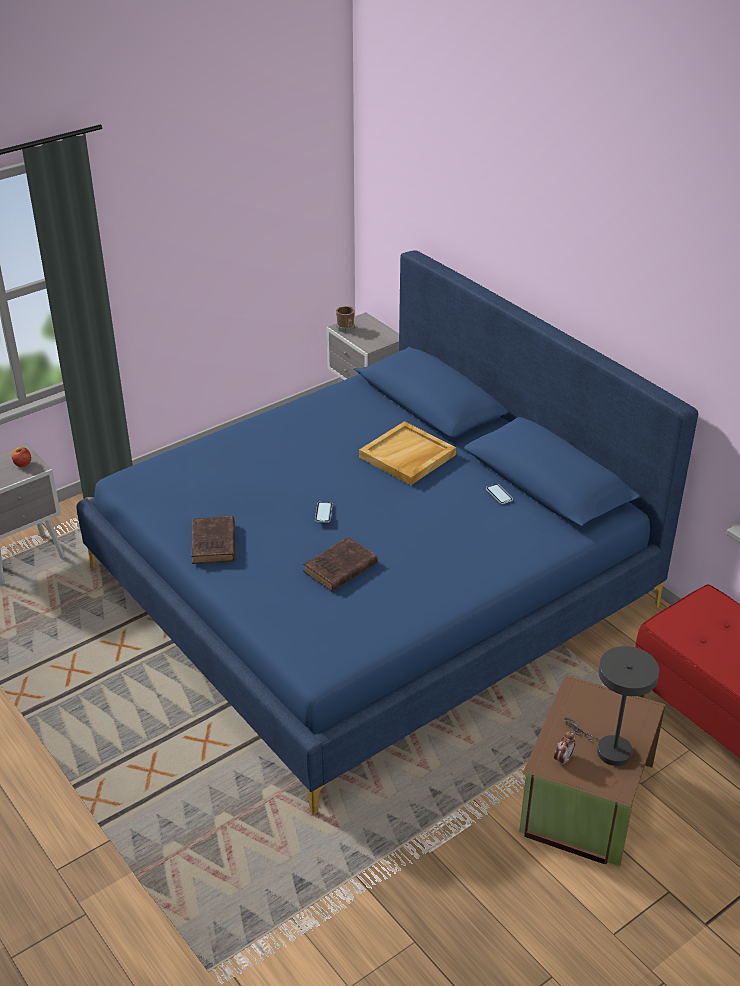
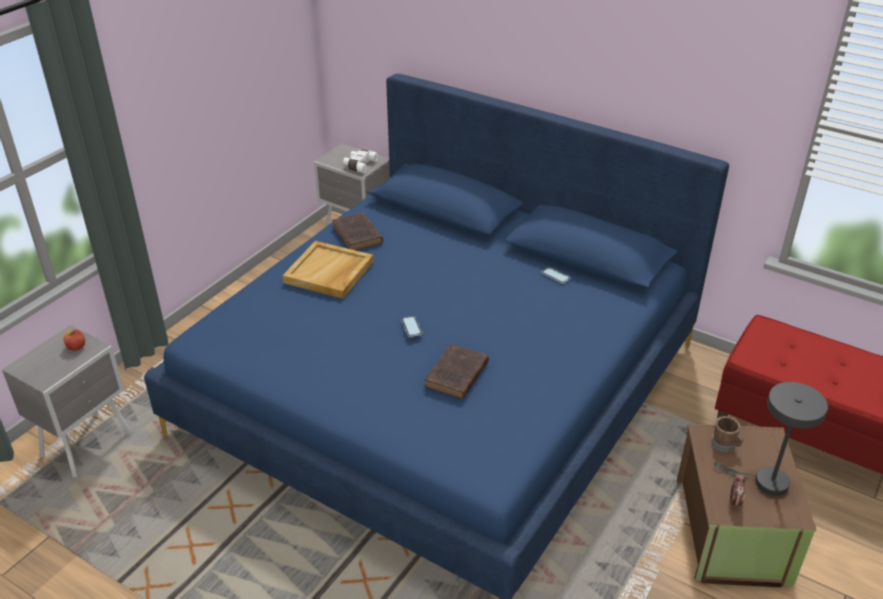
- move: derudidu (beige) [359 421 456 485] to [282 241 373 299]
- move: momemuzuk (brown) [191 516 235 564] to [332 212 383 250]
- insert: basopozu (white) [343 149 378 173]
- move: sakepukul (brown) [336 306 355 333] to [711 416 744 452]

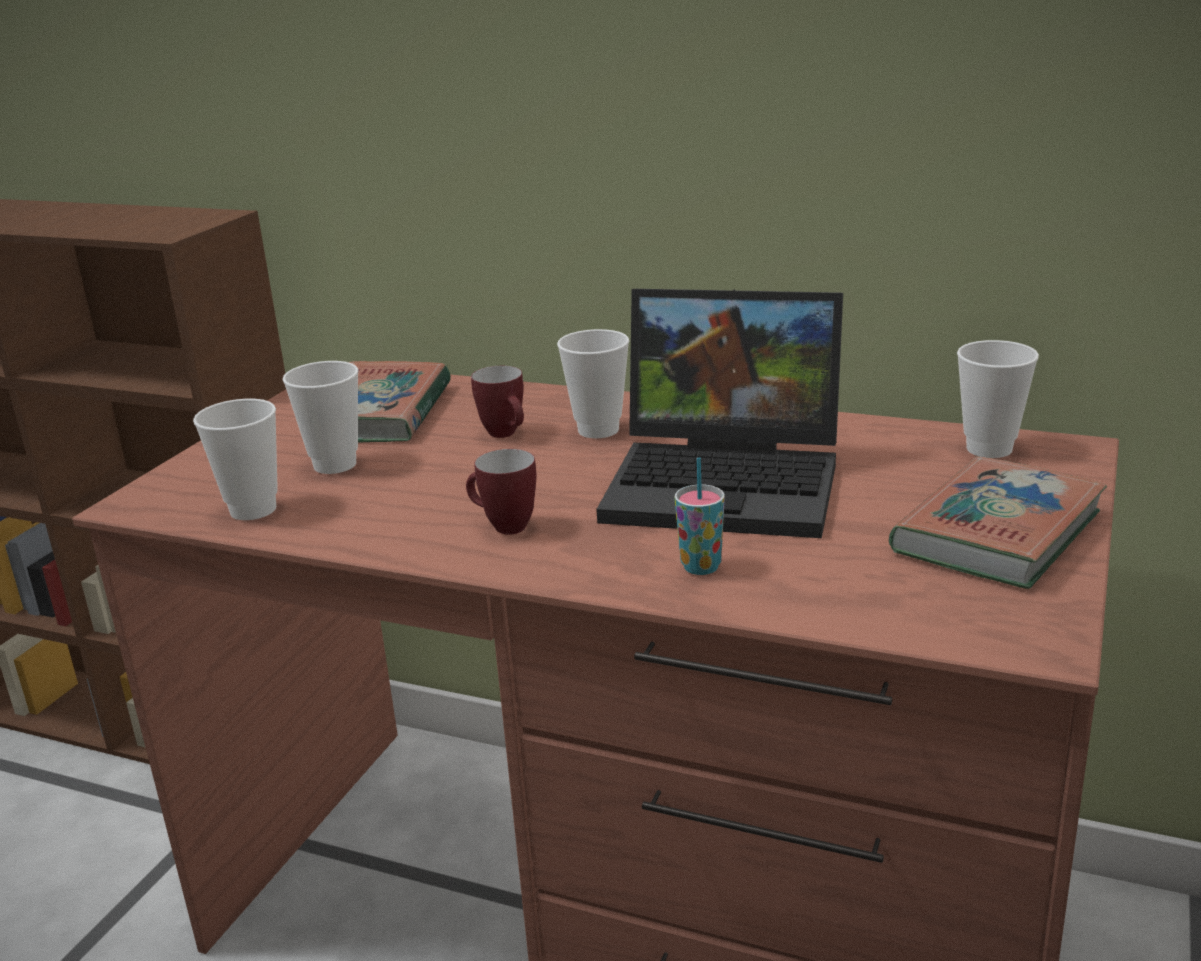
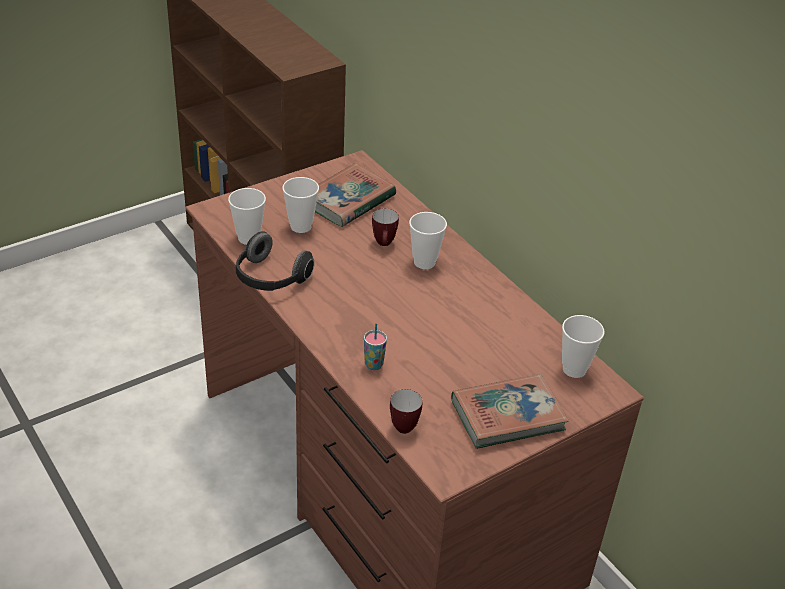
- insert: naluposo [236 231 315 291]
- move: sakepukul [466 449 536 535] to [390 389 423 434]
- delete: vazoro [596 289 843 538]

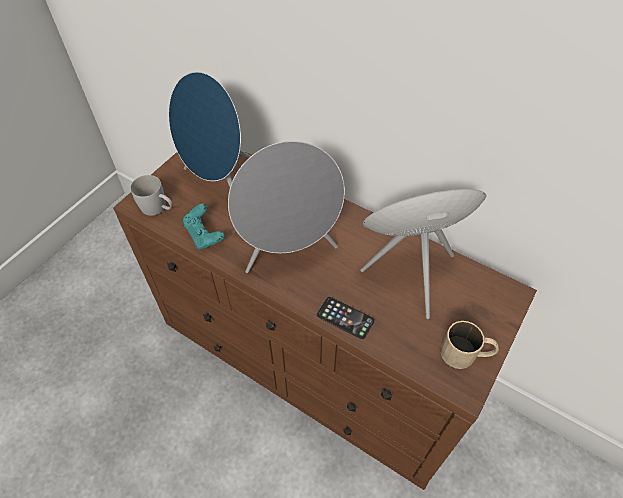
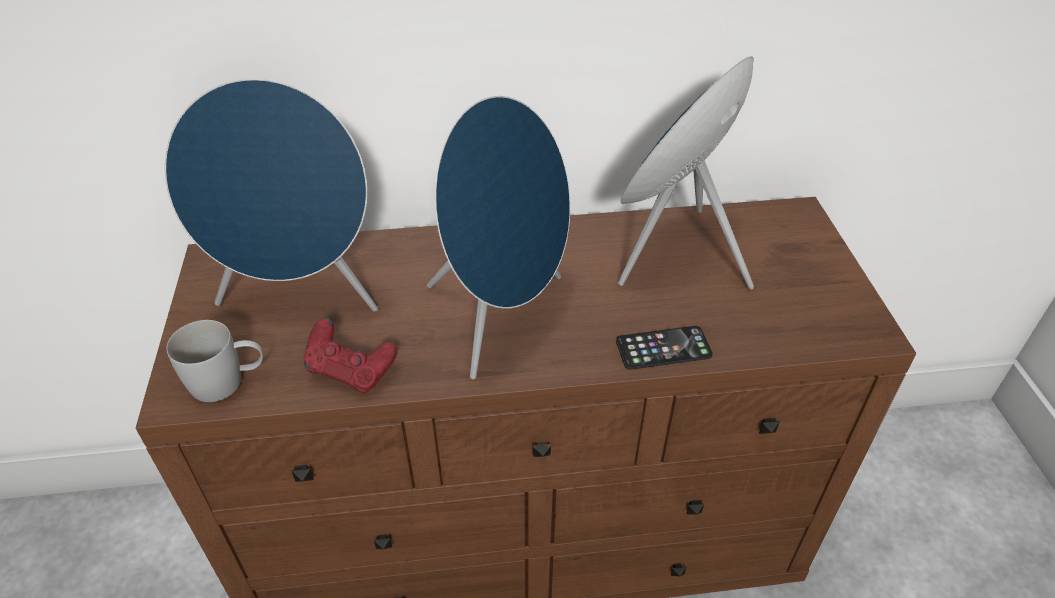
- recolor: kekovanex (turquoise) [183 203 225 249] to kekovanex (red) [304 318 398 392]
- recolor: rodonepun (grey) [228 141 345 273] to rodonepun (blue) [427 96 570 379]
- delete: sakepukul (beige) [440 321 499 369]

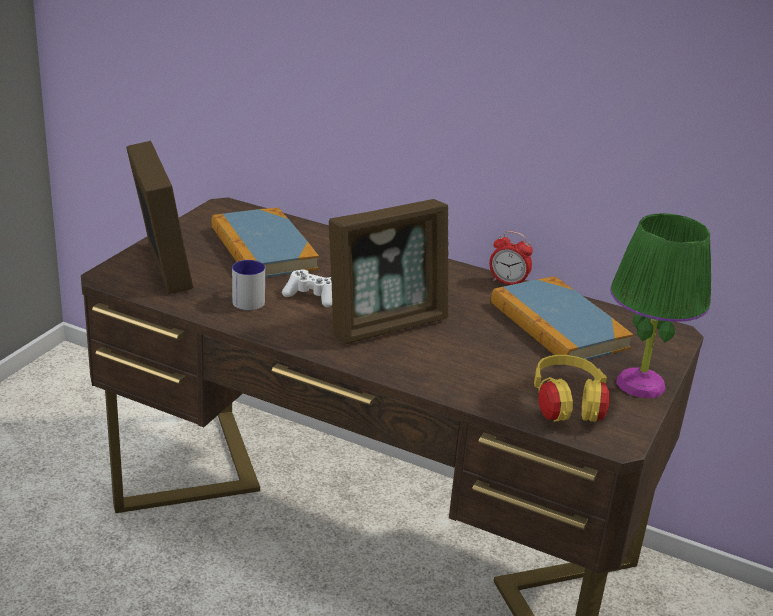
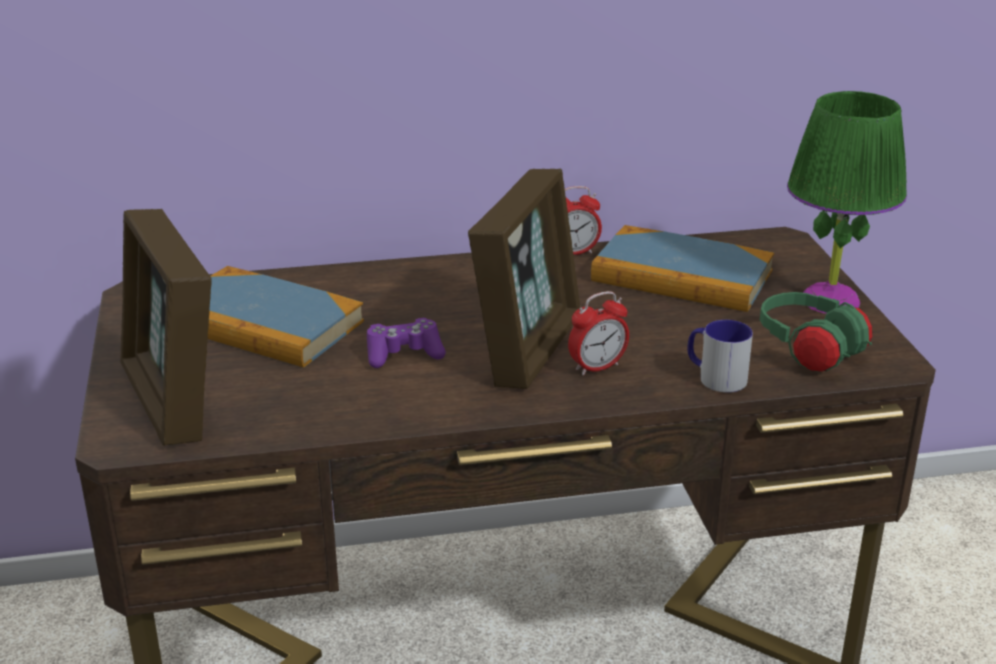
- rotate: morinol [126 141 194 294] = [120 209 212 446] 150 degrees counterclockwise
- recolor: kekovanex (white) [282 269 332 307] to kekovanex (purple) [367 318 446 368]
- insert: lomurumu [568 291 629 375]
- move: sakepukul [232 260 265 310] to [687 320 753 393]
- recolor: naluposo (yellow) [534 355 610 422] to naluposo (green) [760 292 872 372]

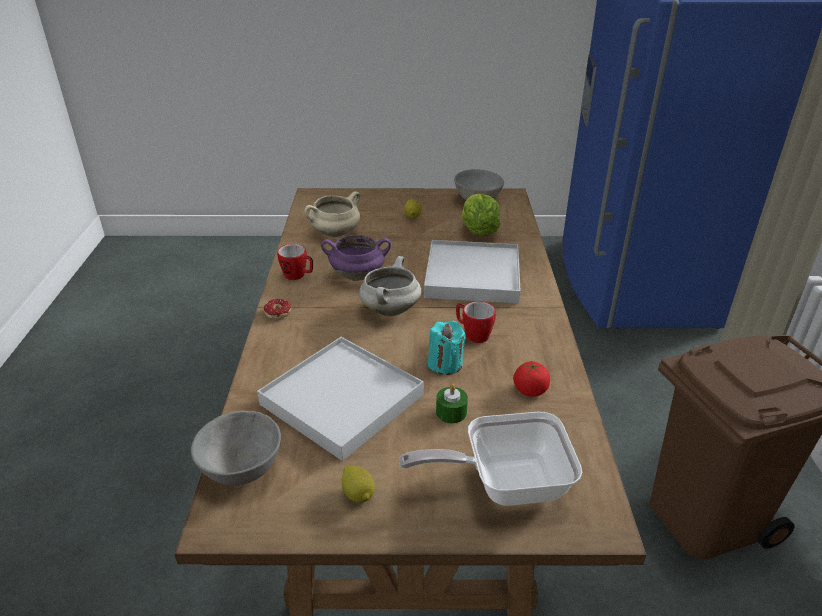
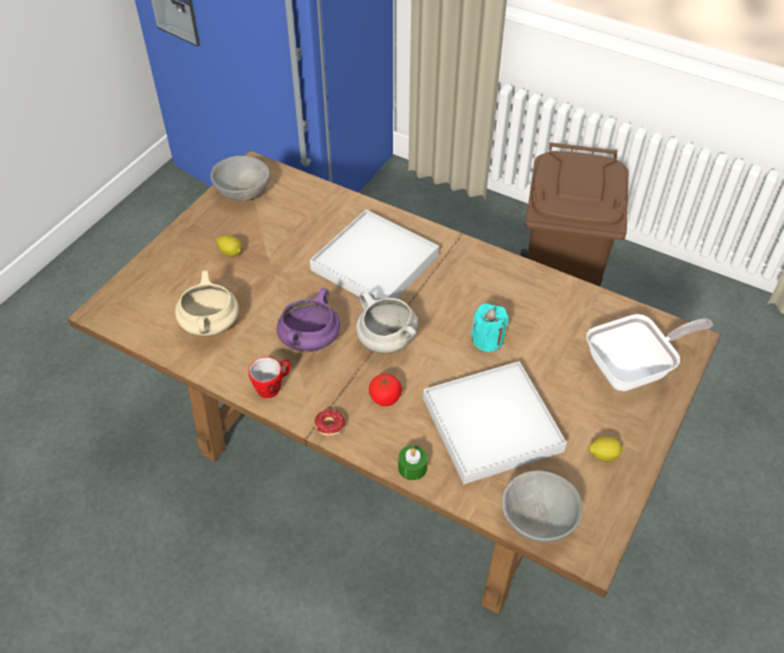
- move: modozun [513 361 550 397] to [369 374 402 406]
- move: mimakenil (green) [436 384 468 423] to [398 445 428 480]
- rotate: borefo [399 412 582 506] = [586 314 713 391] 135 degrees counterclockwise
- delete: sakepukul [456 301 496 343]
- delete: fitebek [462 194 500 235]

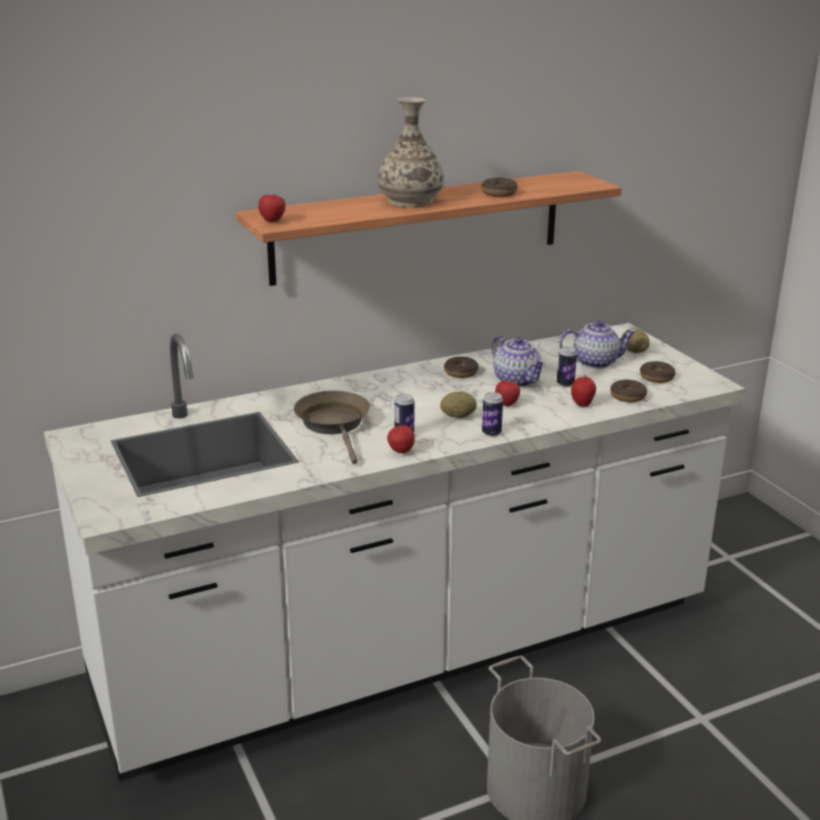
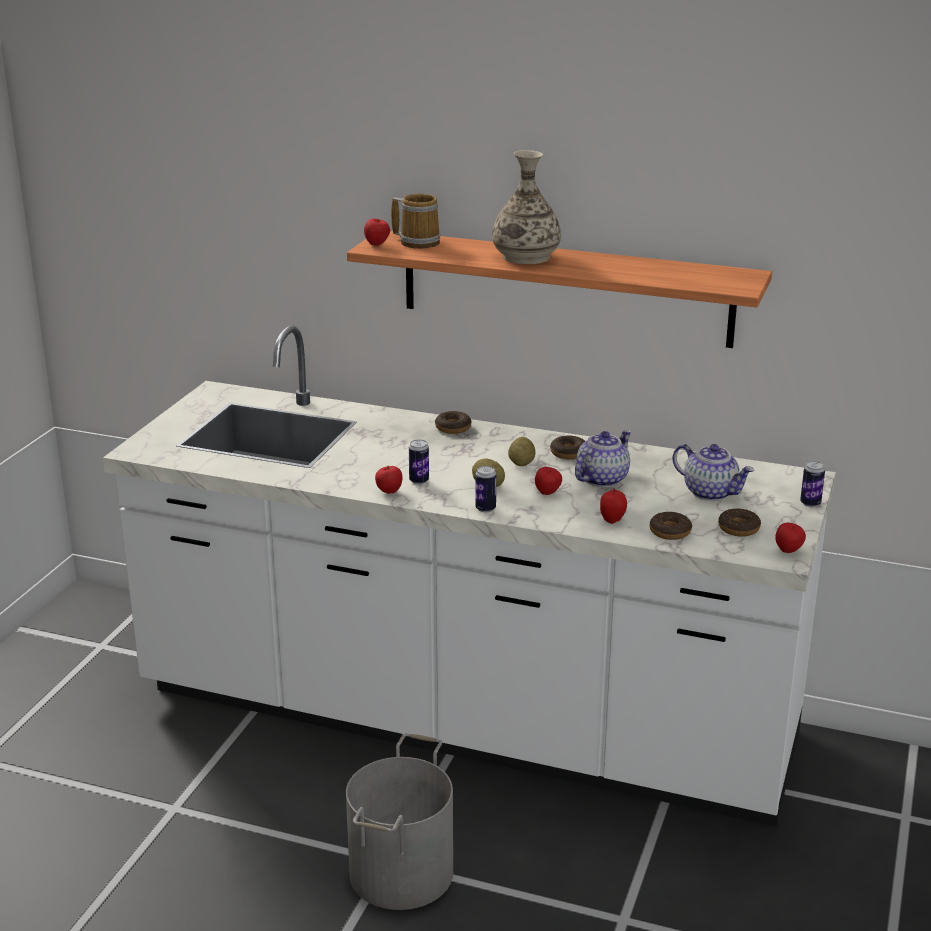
- insert: sakepukul [391 194 440 248]
- move: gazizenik [481 178 518 197] to [435 411 472 434]
- move: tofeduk [621 328 650 353] to [508 437 536 466]
- rotate: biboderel [492 336 546 387] = [575 430 631 487] 150 degrees counterclockwise
- insert: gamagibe [775 523 806 553]
- move: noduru [557 346 577 387] to [800 461 825 507]
- delete: borefo (brown) [294 391 370 464]

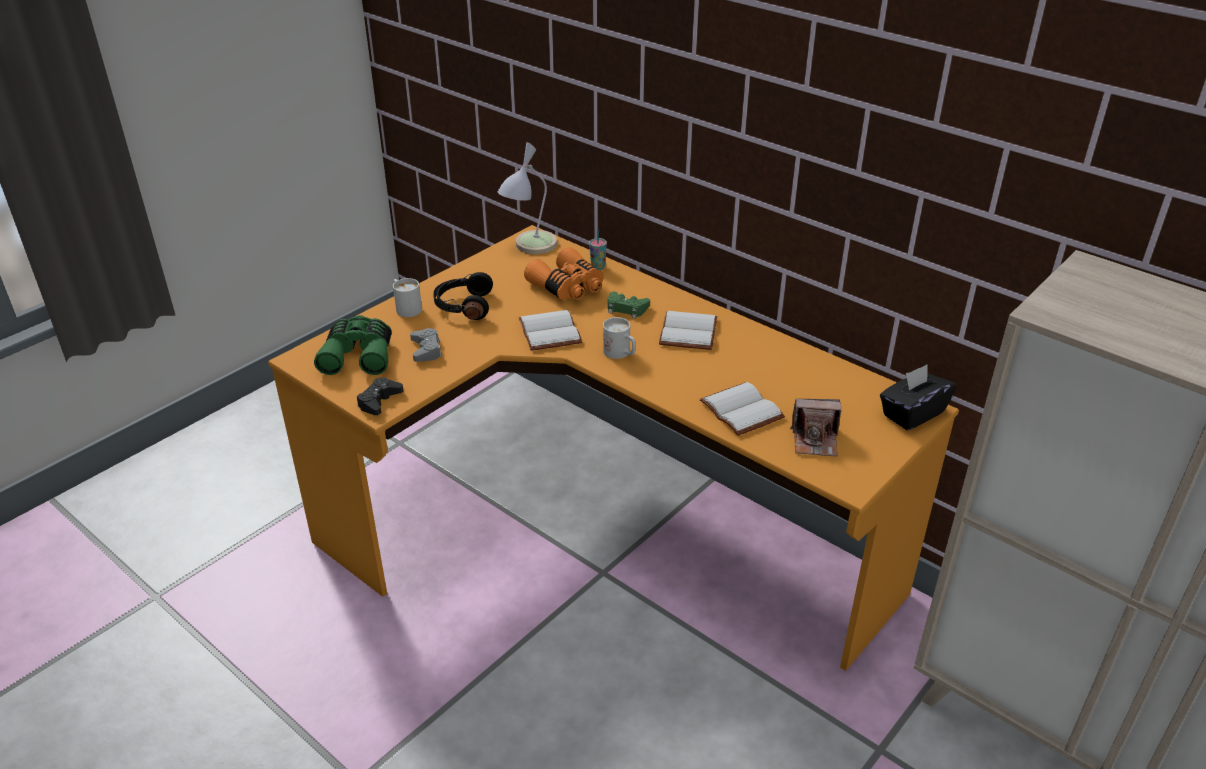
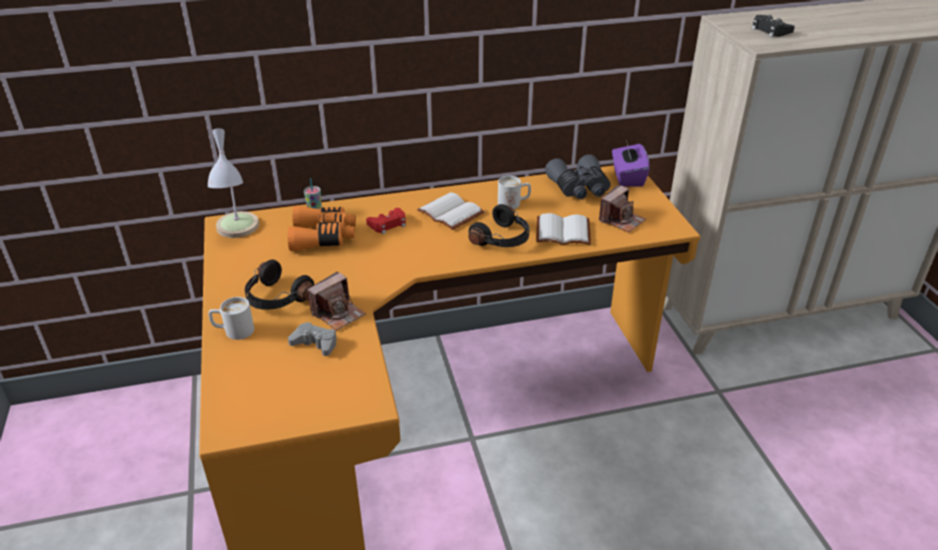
- insert: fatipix [307 271 366 331]
- recolor: kekovanex (green) [608 292 650 318] to kekovanex (red) [366 208 406 234]
- insert: naluposo (black) [468 204 529 247]
- move: sakepukul (white) [603 317 636 359] to [498 176 531 209]
- insert: basopozu (grey) [545 154 611 199]
- recolor: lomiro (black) [880 365 956 430] to lomiro (purple) [612 140 650 187]
- move: kekovanex (black) [357 377 404 415] to [752 15 795 37]
- delete: basopozu (green) [314 315 392 375]
- delete: momemuzuk (white) [519 310 582 351]

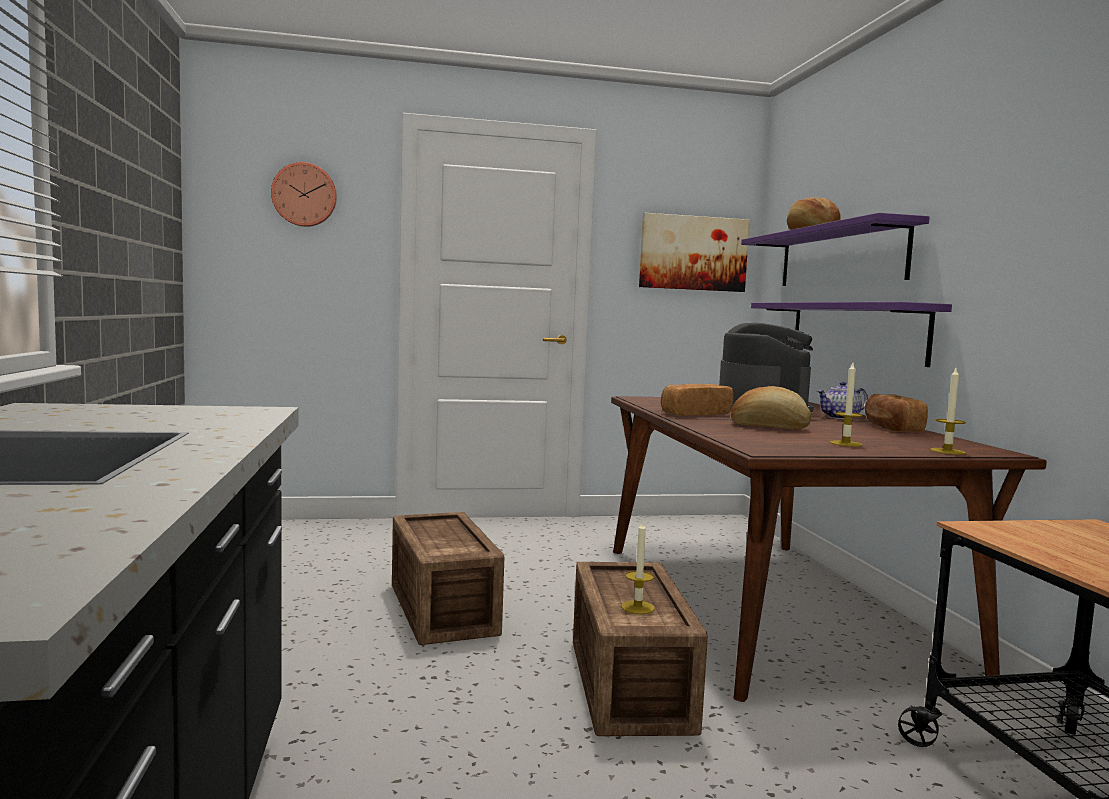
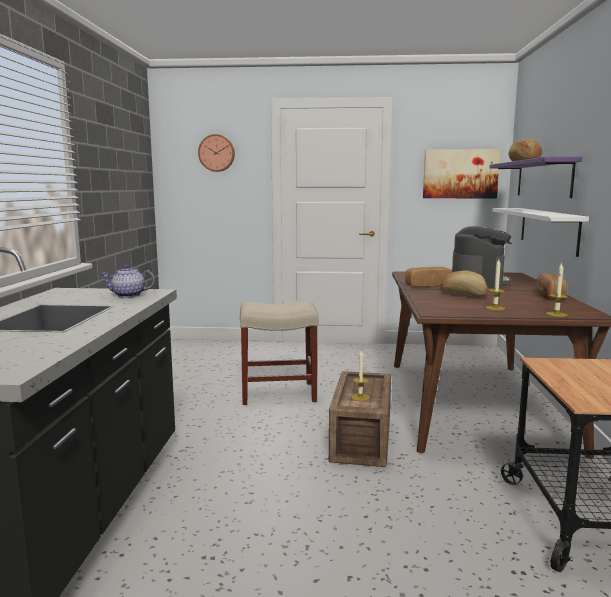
- move: biboderel [817 382 868 419] to [100 265 155 298]
- replace: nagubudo [392 512 504 645] to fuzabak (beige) [240 301 319 405]
- recolor: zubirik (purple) [751 302 952 367] to zubirik (white) [492 208 589 257]

